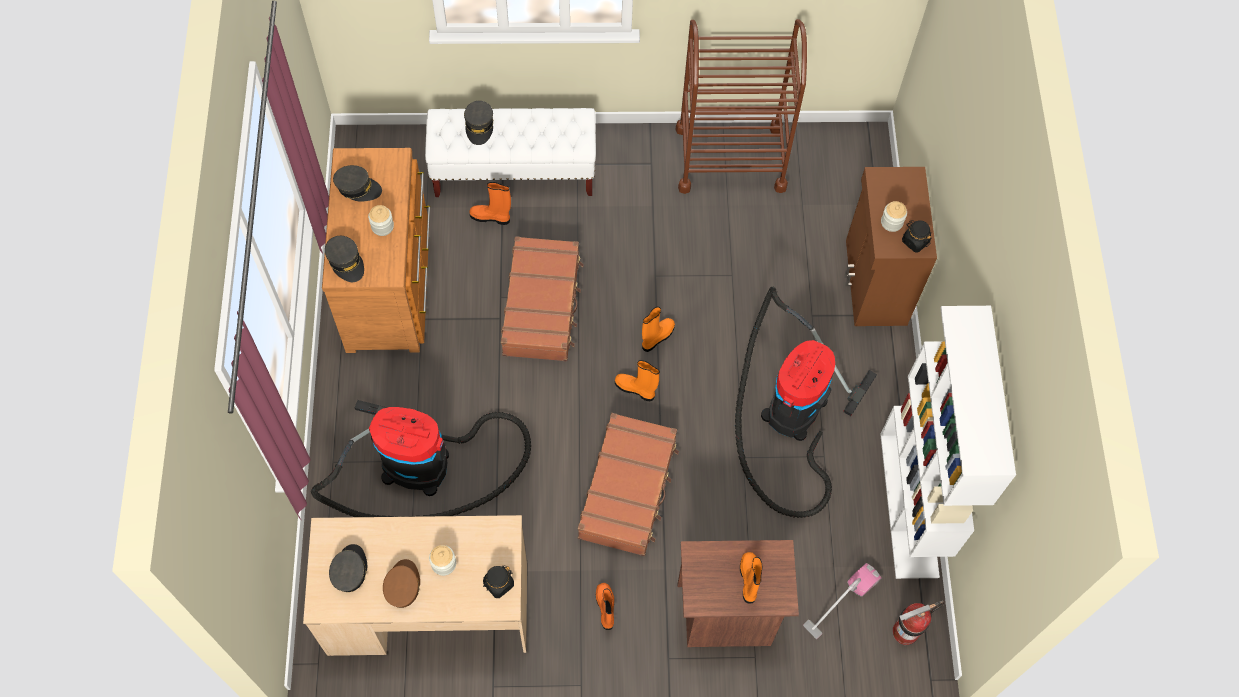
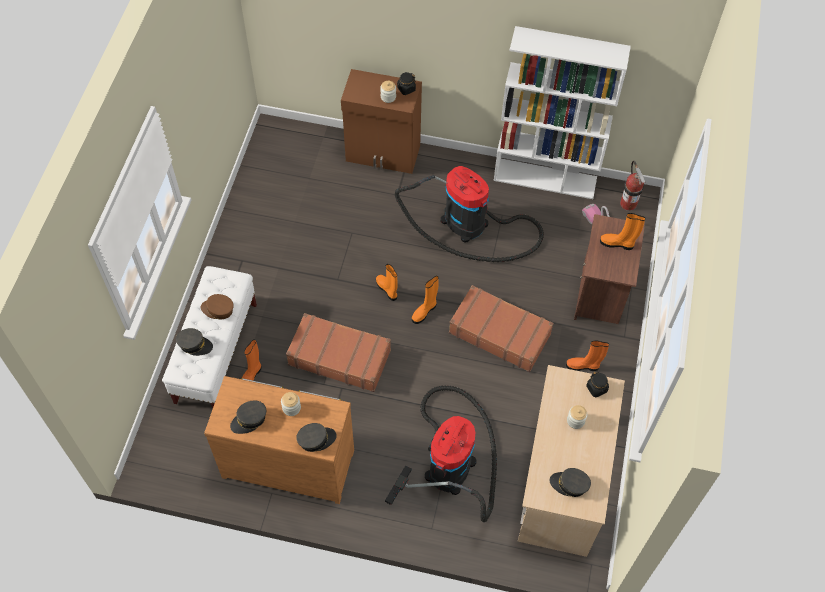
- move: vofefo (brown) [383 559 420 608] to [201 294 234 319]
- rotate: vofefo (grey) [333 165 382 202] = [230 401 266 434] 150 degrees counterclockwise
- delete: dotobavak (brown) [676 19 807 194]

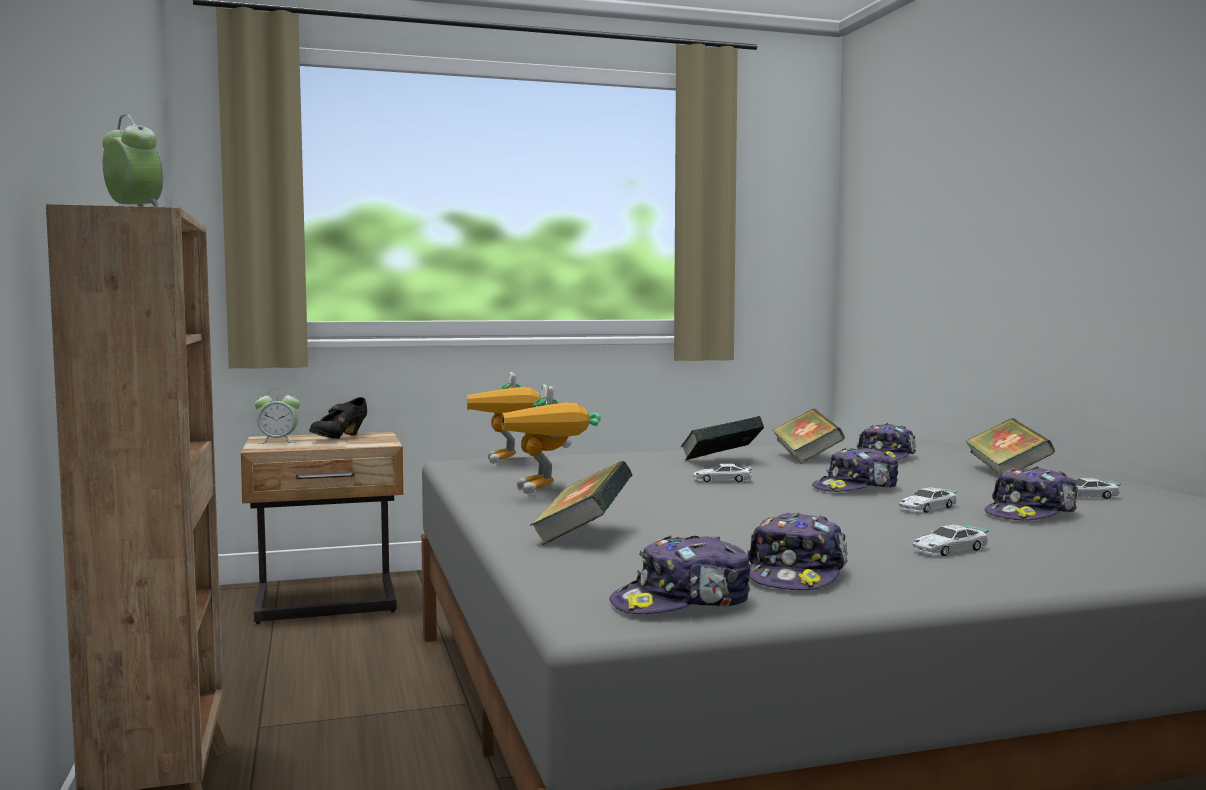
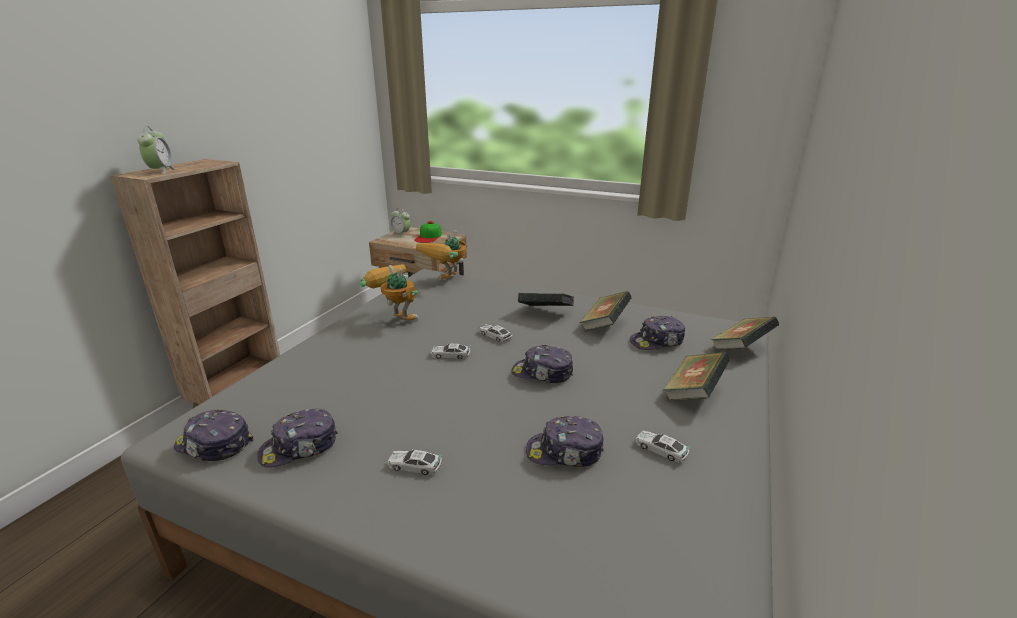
- rotate: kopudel [501 384 601 494] = [360 264 419 321] 105 degrees clockwise
- replace: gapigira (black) [309 397 367 439] to vofefo [414 221 442 243]
- move: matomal [899 488 957 513] to [431 344 470 359]
- move: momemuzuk [530 461 633 545] to [711 317 779 350]

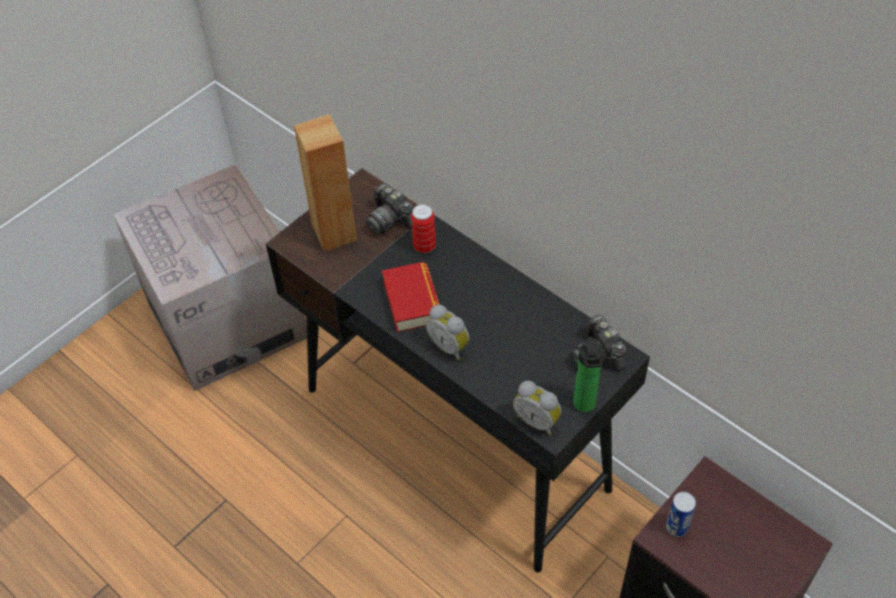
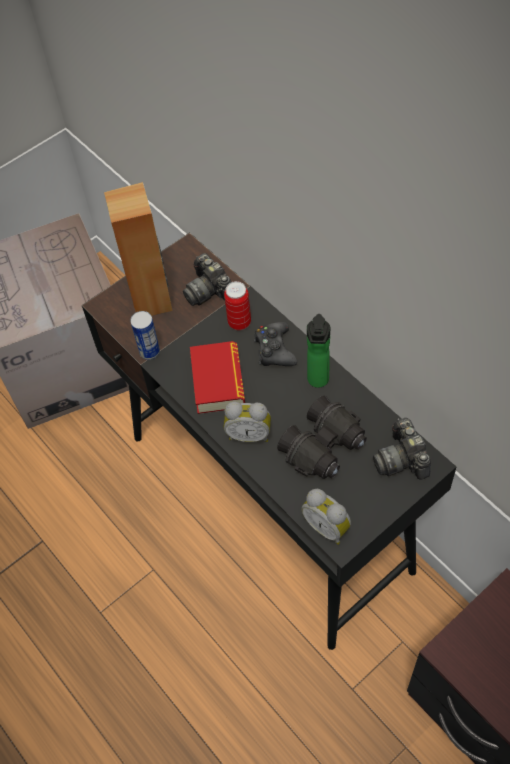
- move: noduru [666 492 696 537] to [130 311 160 360]
- rotate: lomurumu [426 305 469 361] = [224 401 271 442] 45 degrees counterclockwise
- insert: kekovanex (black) [254 322 297 366]
- insert: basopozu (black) [277 396 367 479]
- move: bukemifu [573 337 603 412] to [307 314 330 388]

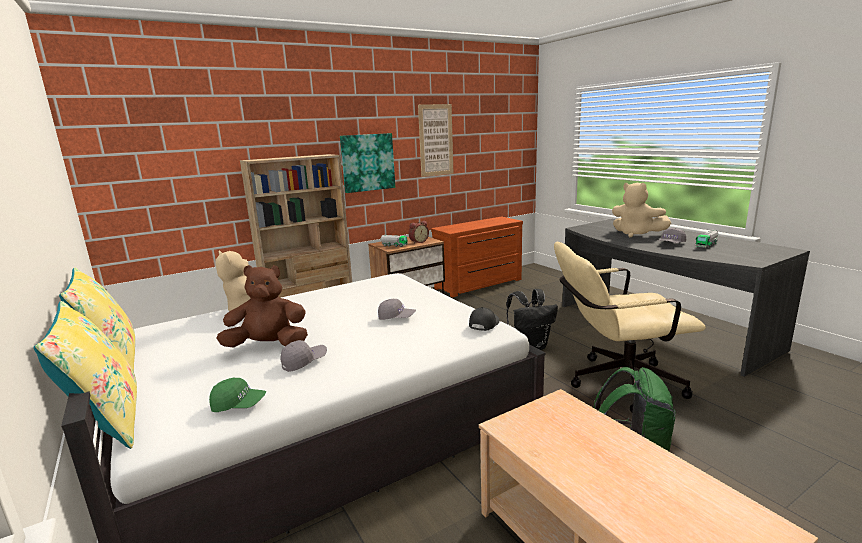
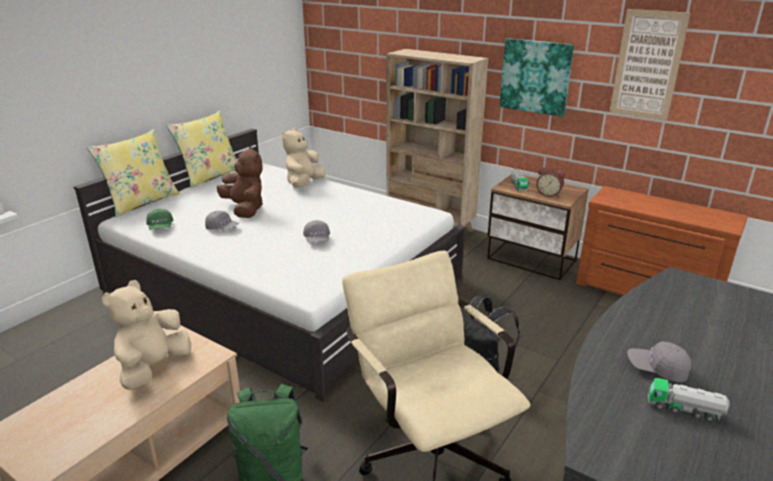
- move: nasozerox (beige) [612 183 671 237] to [102 280 191 390]
- delete: vofefo (black) [469 307 500 331]

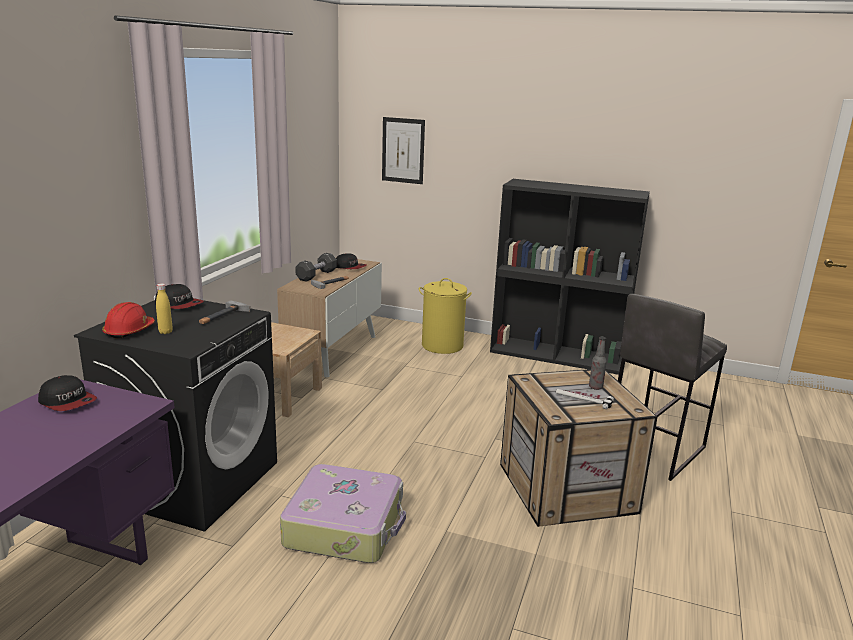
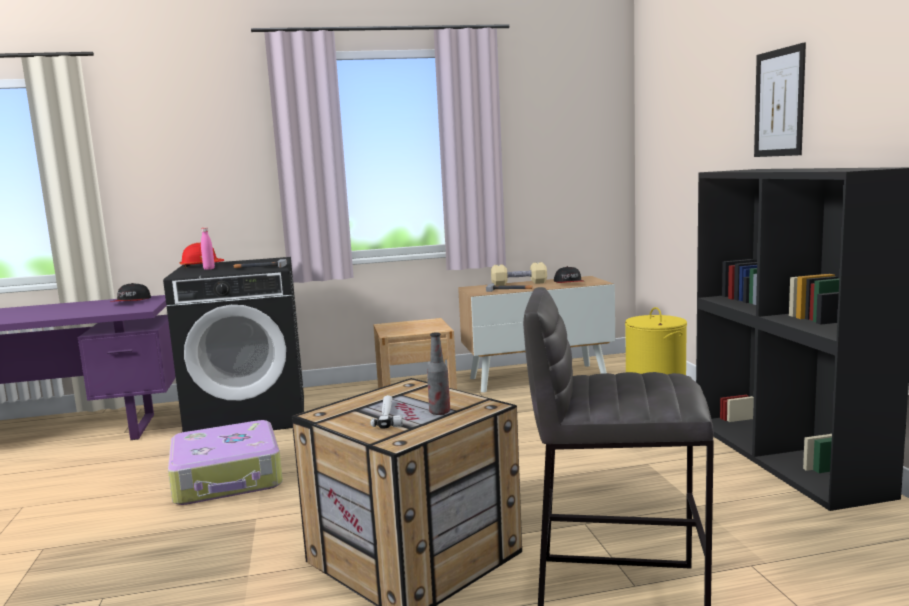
- recolor: bukemifu (yellow) [156 283 173 334] to bukemifu (pink) [201 228 215 270]
- recolor: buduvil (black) [295 253 337 282] to buduvil (beige) [491 262 547 286]
- move: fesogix [382 117 425 184] to [754 42 806 157]
- delete: vofefo [155 284 204 309]

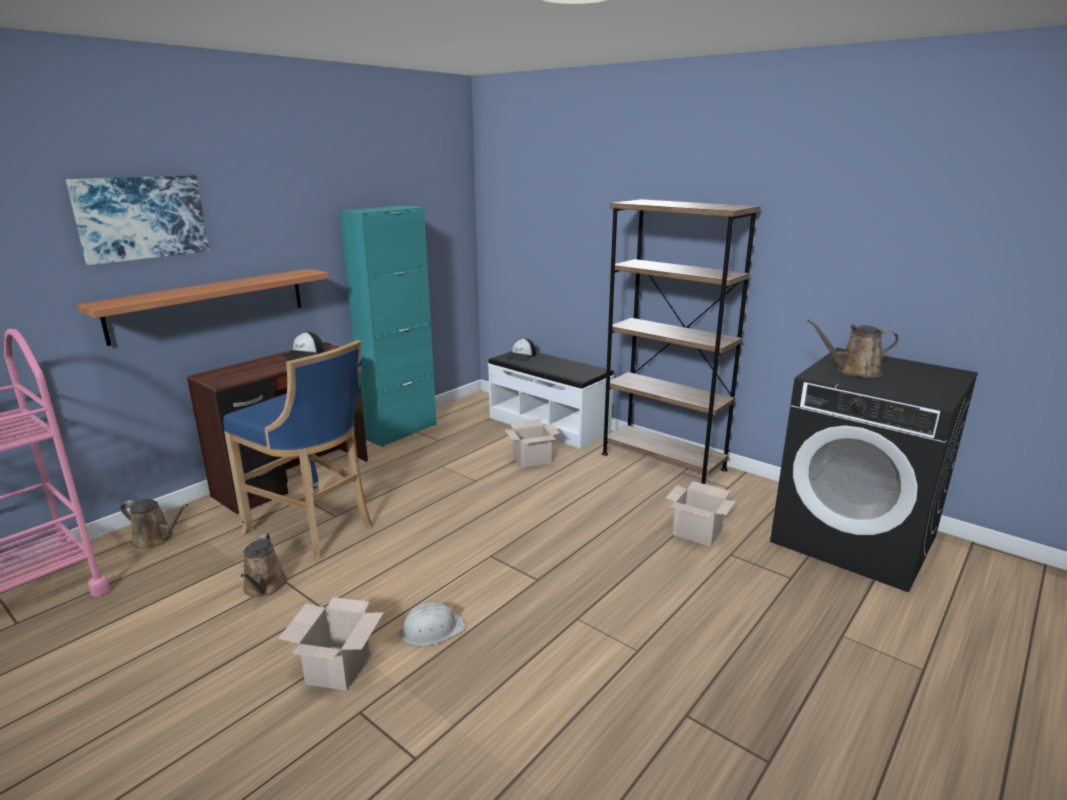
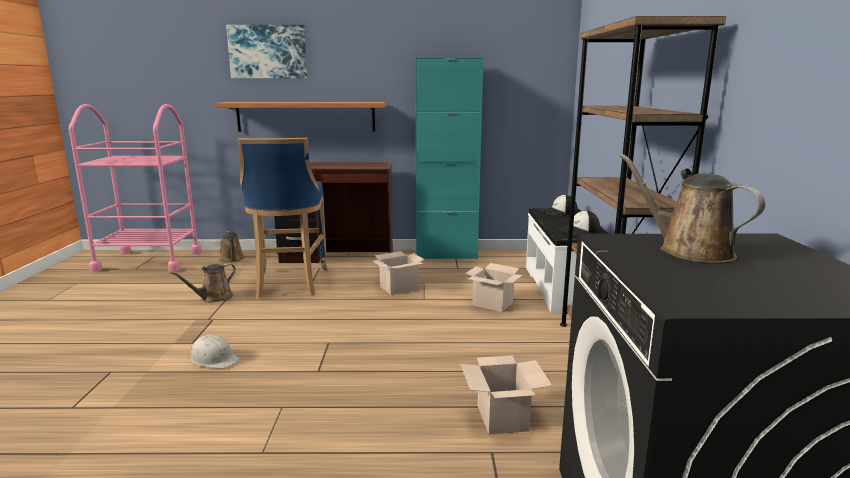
- move: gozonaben [278 597 384 691] to [372 251 425 295]
- move: vofefo [283 332 325 359] to [558 210 600 235]

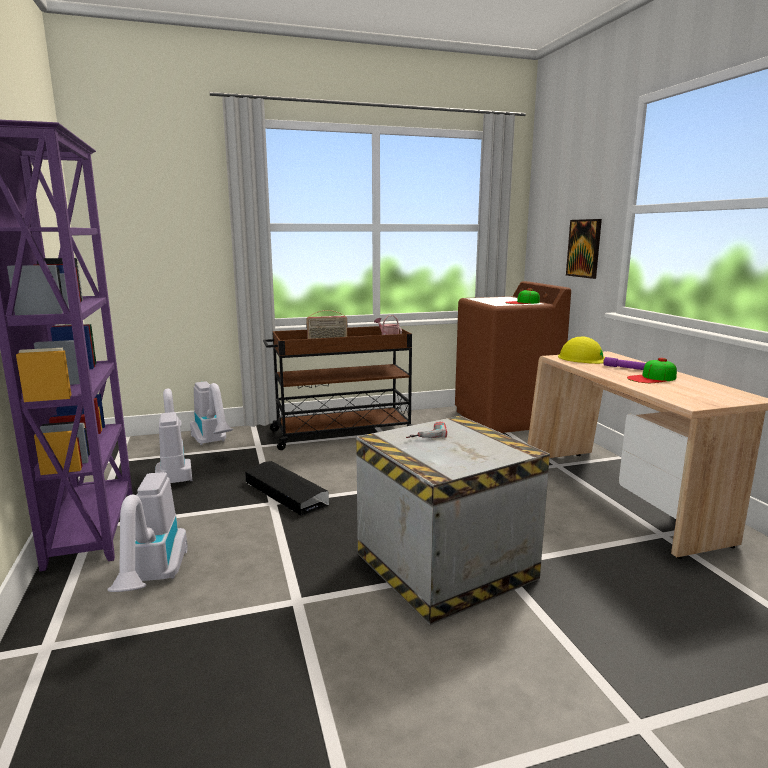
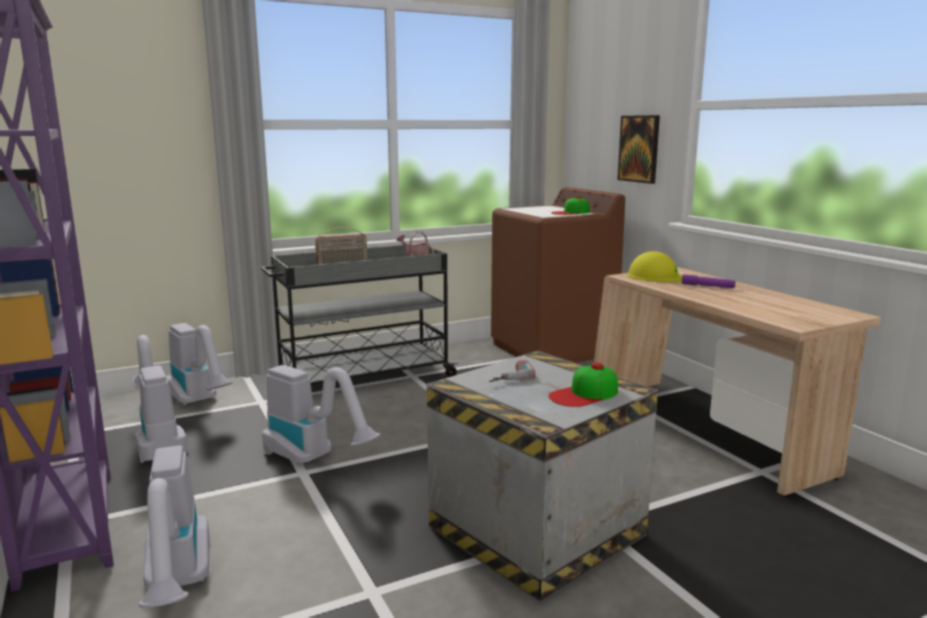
- recolor: dotobavak (brown) [263 326 412 450] to dotobavak (grey) [261 245 459 385]
- replace: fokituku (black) [245 461 329 516] to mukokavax [262 365 380 466]
- move: vofefo [627 358 677 383] to [548 363 618 407]

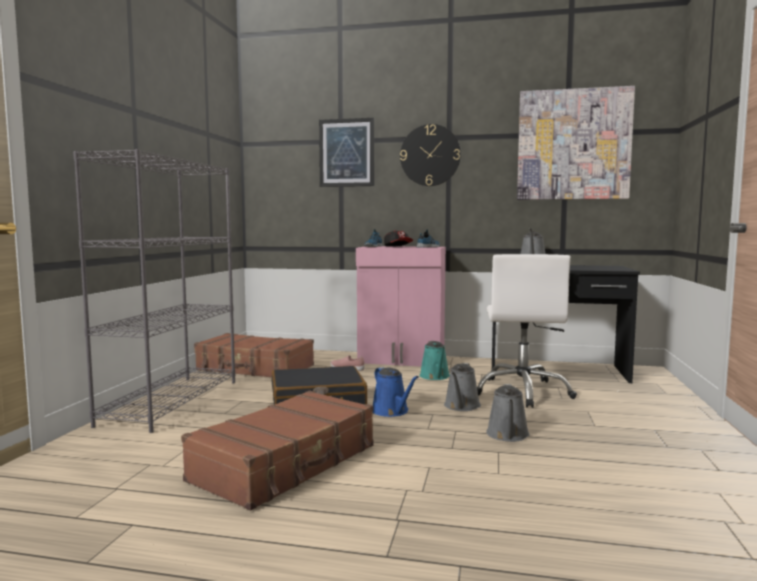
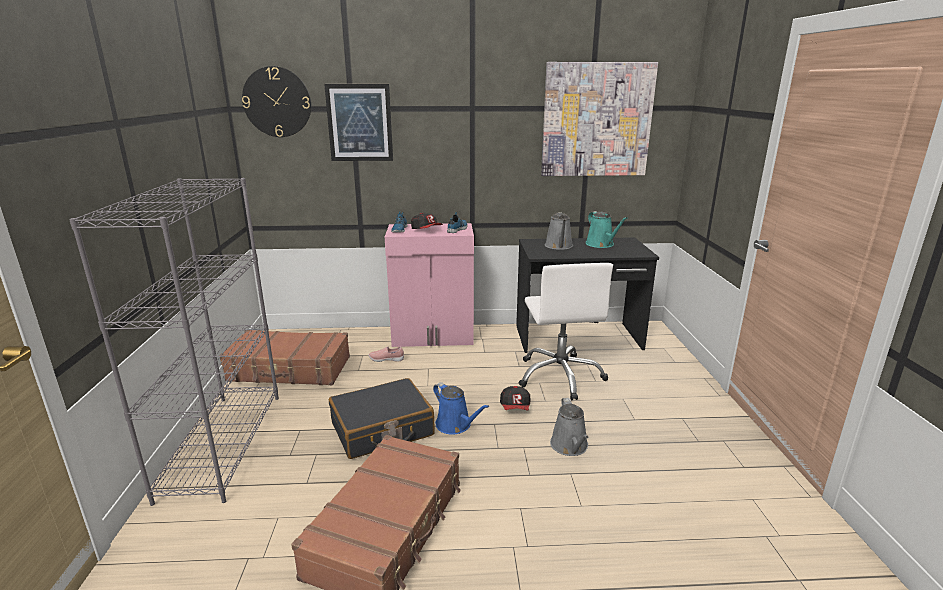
- move: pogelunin [400 124 461 186] to [242 66 311 137]
- replace: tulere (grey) [444 363 481 411] to vofefo [500 386 530 411]
- move: tulere (turquoise) [420 341 450 380] to [586 211 628 248]

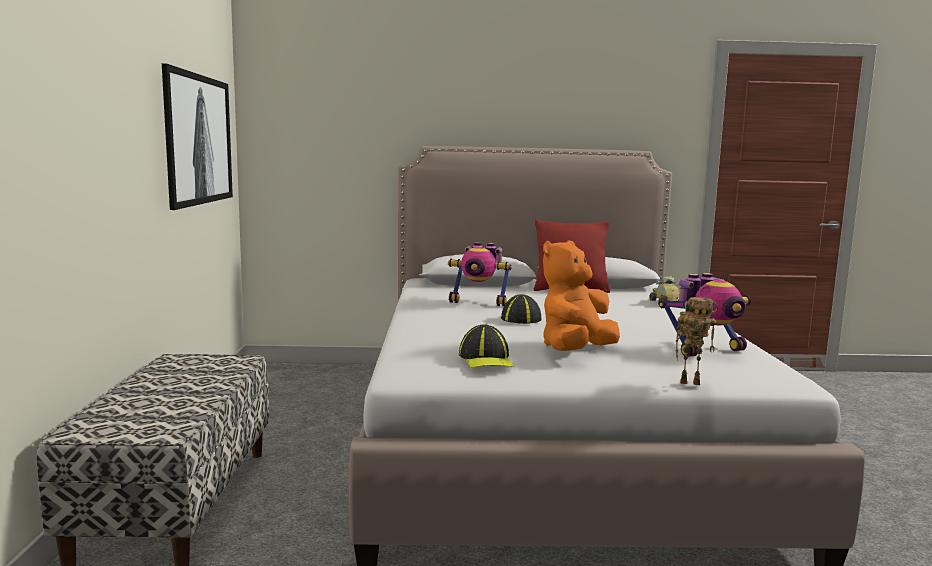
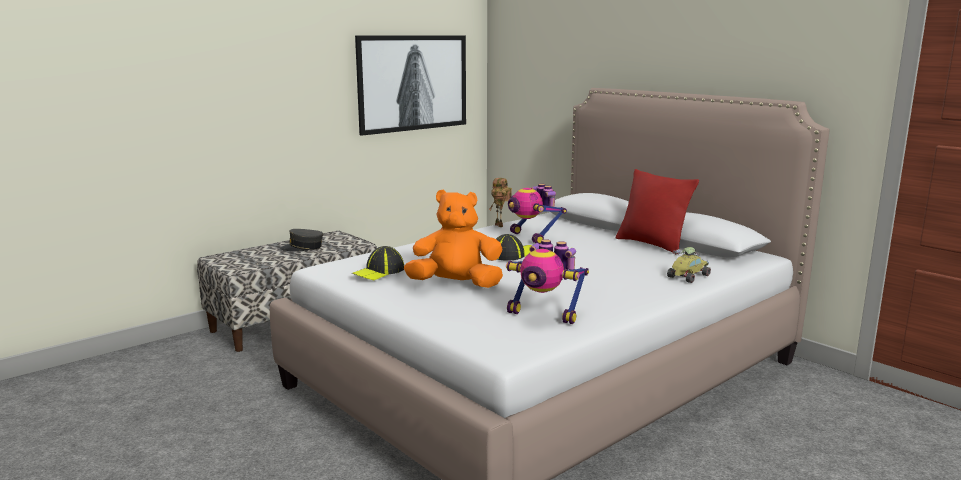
- insert: vofefo (grey) [280 229 323 252]
- move: kopudel [676 297 718 385] to [489 178 512 227]

